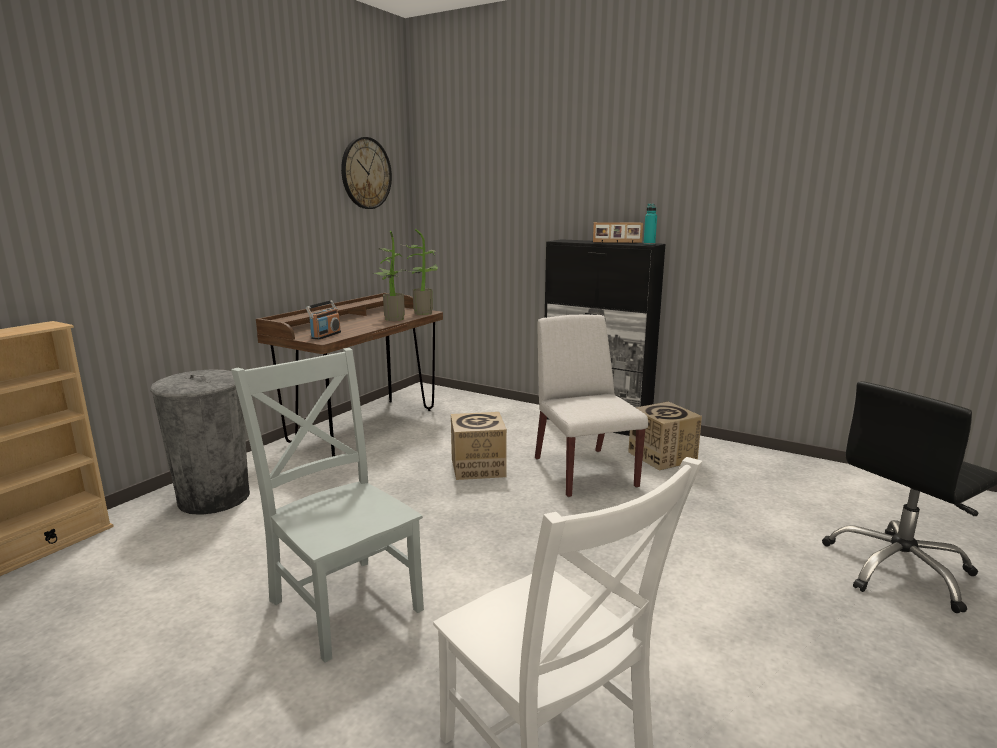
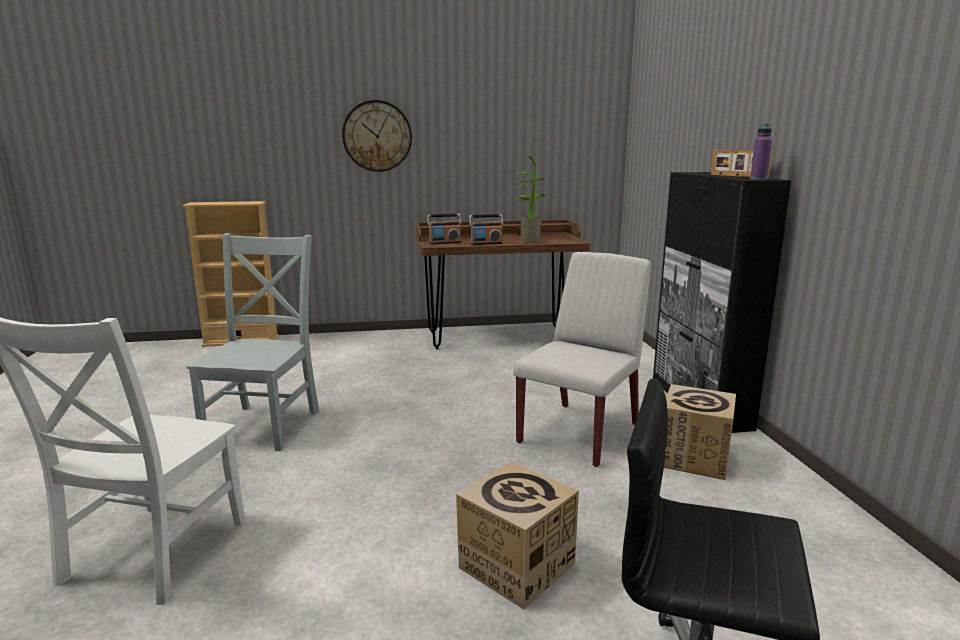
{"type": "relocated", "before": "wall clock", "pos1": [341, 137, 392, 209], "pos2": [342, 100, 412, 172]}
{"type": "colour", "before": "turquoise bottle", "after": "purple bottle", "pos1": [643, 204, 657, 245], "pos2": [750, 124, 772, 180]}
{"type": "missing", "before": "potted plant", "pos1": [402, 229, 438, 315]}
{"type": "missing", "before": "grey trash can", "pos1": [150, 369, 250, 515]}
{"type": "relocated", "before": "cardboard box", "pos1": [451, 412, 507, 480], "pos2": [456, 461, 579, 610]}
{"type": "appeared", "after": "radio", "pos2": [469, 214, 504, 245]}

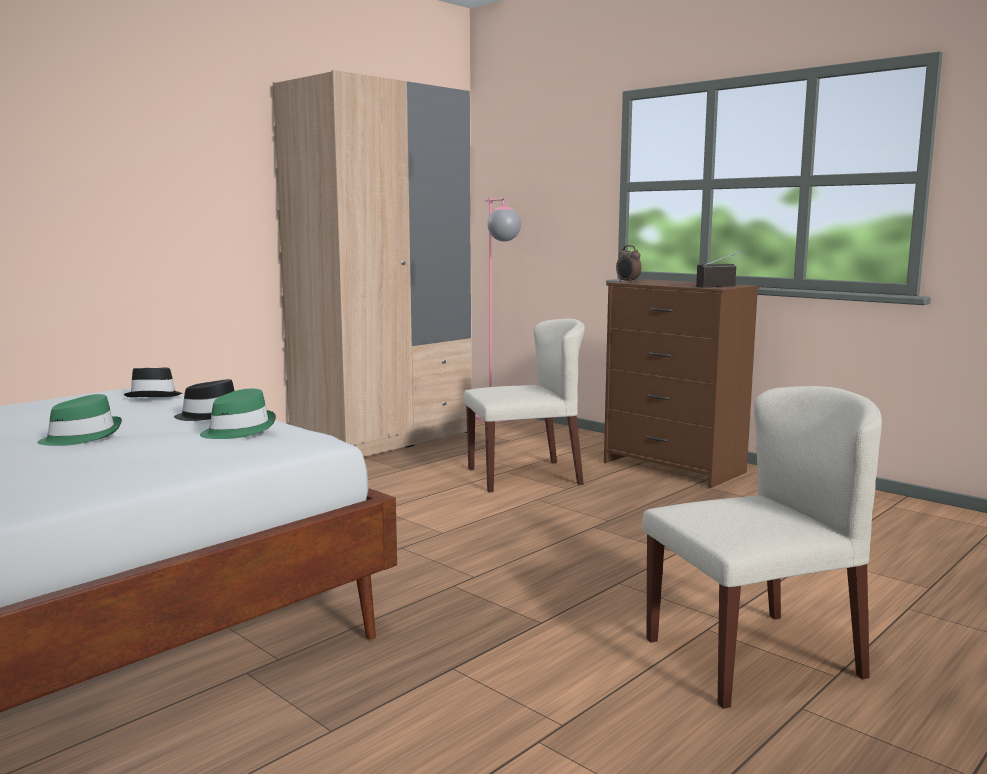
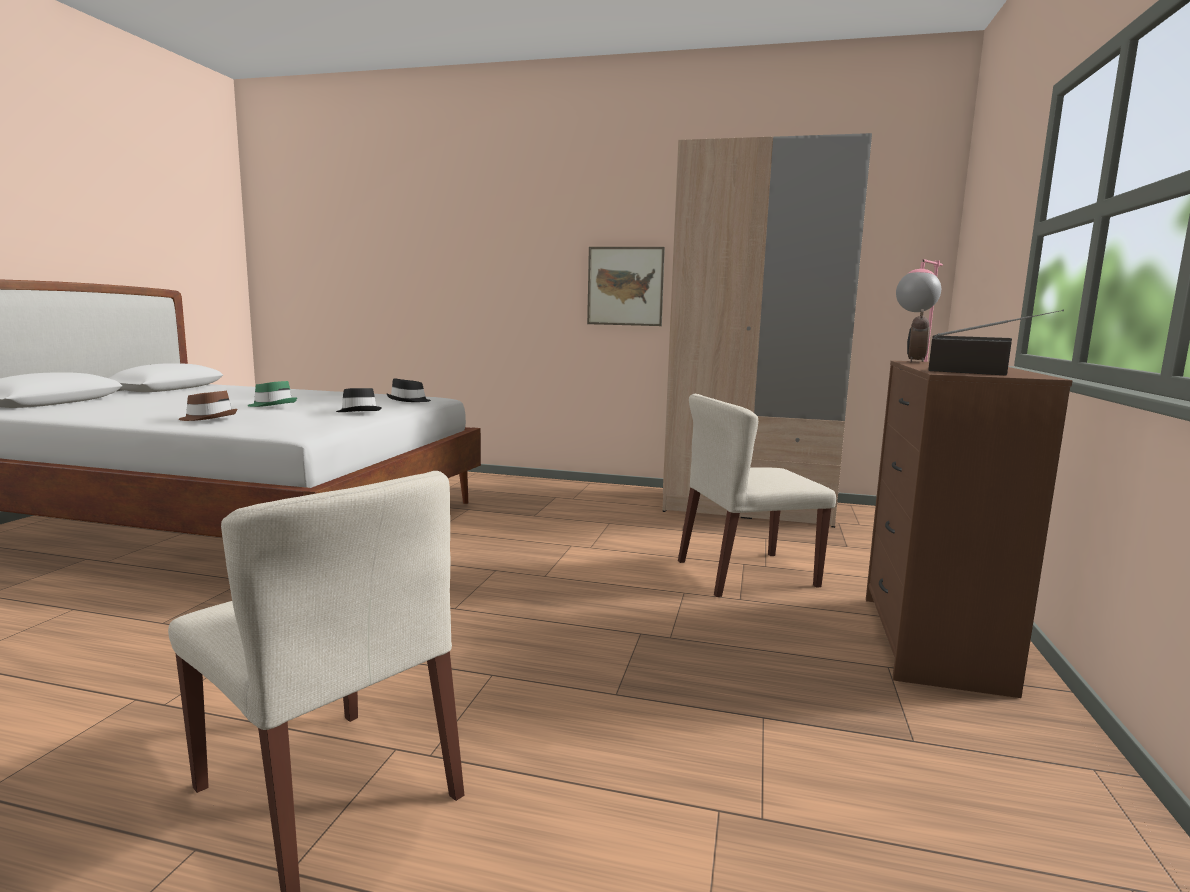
{"type": "spun", "before": "beige chair", "pos1": [463, 318, 585, 492], "pos2": [678, 394, 836, 597], "turn": 120}
{"type": "missing", "before": "green hat", "pos1": [200, 389, 276, 439]}
{"type": "appeared", "after": "picture", "pos2": [587, 247, 665, 326]}
{"type": "appeared", "after": "brown hat", "pos2": [179, 391, 237, 421]}

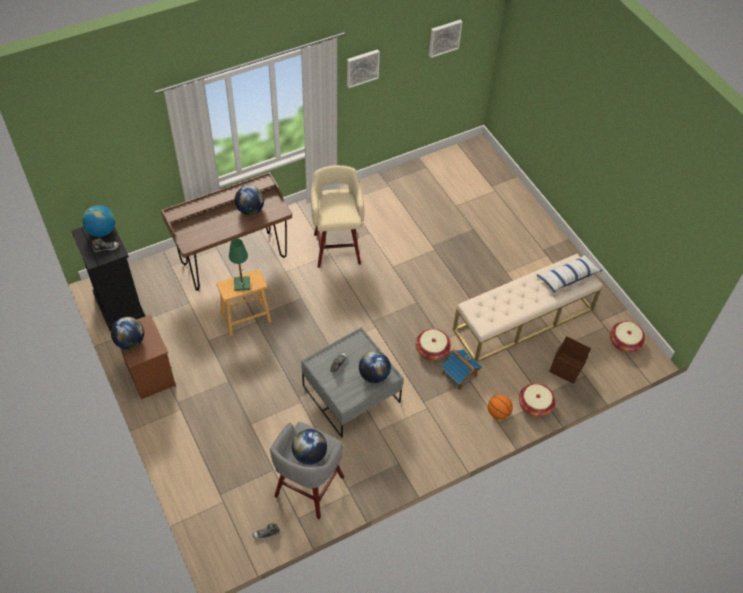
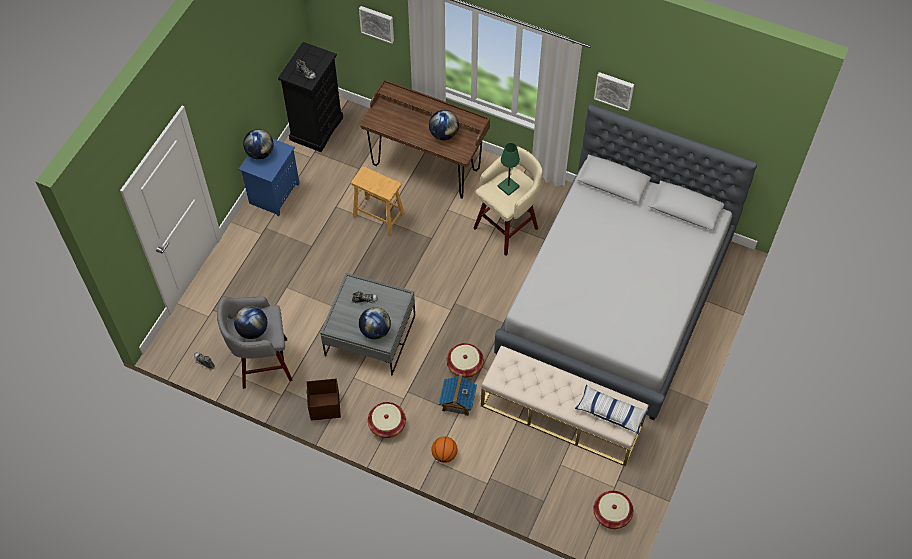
{"type": "relocated", "before": "picture", "pos1": [429, 20, 462, 58], "pos2": [359, 6, 394, 44]}
{"type": "missing", "before": "globe", "pos1": [83, 205, 115, 237]}
{"type": "relocated", "before": "green table lamp", "pos1": [229, 239, 250, 291], "pos2": [498, 143, 520, 196]}
{"type": "colour", "before": "brown nightstand", "after": "blue nightstand", "pos1": [120, 314, 176, 399], "pos2": [239, 138, 300, 216]}
{"type": "relocated", "before": "brown storage box", "pos1": [549, 336, 591, 384], "pos2": [306, 379, 341, 421]}
{"type": "relocated", "before": "basket", "pos1": [519, 383, 556, 417], "pos2": [368, 402, 406, 438]}
{"type": "appeared", "after": "grey bed", "pos2": [494, 104, 757, 420]}

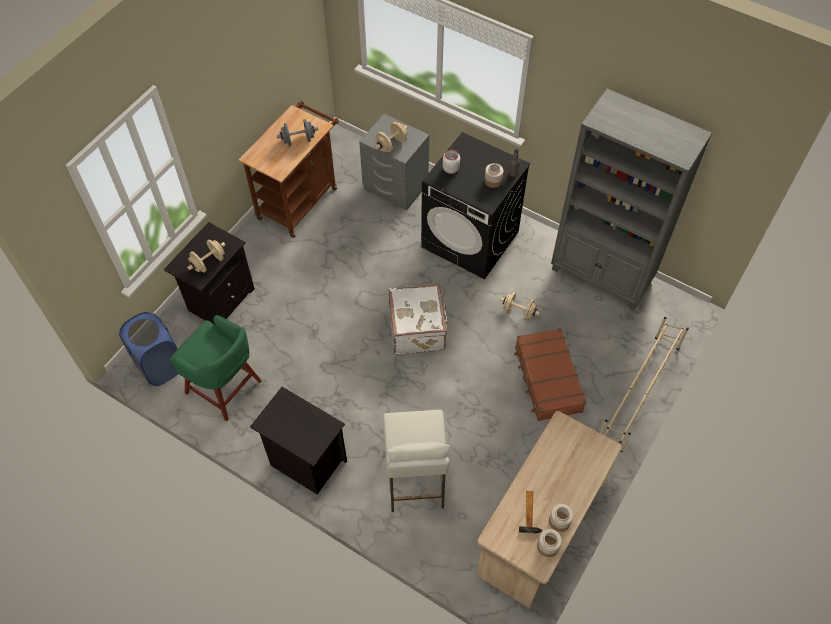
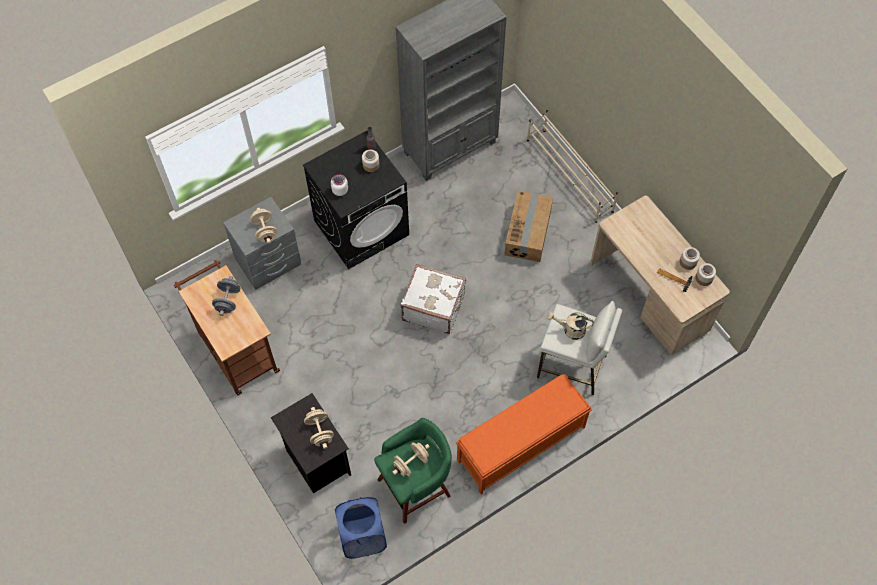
{"type": "relocated", "before": "beige dumbbell", "pos1": [500, 292, 540, 321], "pos2": [392, 442, 430, 476]}
{"type": "exchanged", "before": "brown suitcase", "after": "cardboard box", "pos1": [514, 328, 587, 421], "pos2": [504, 191, 553, 262]}
{"type": "exchanged", "before": "black nightstand", "after": "orange bench", "pos1": [250, 387, 347, 494], "pos2": [456, 374, 592, 494]}
{"type": "appeared", "after": "beige watering can", "pos2": [547, 312, 594, 340]}

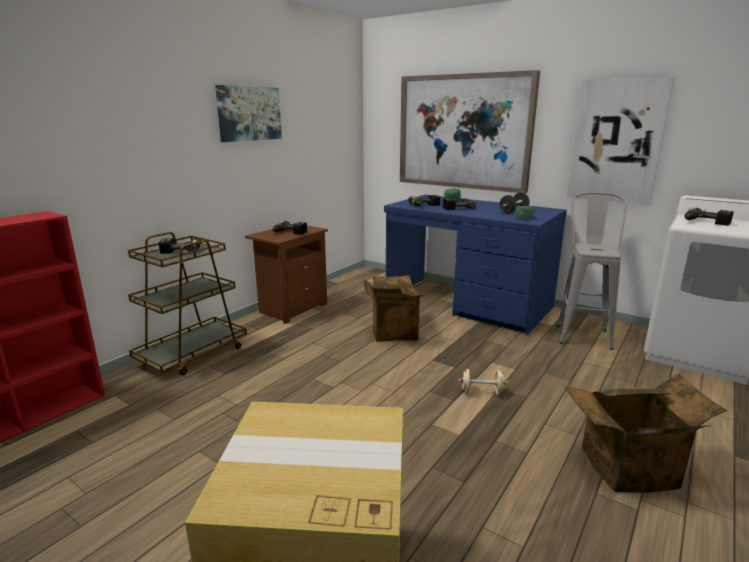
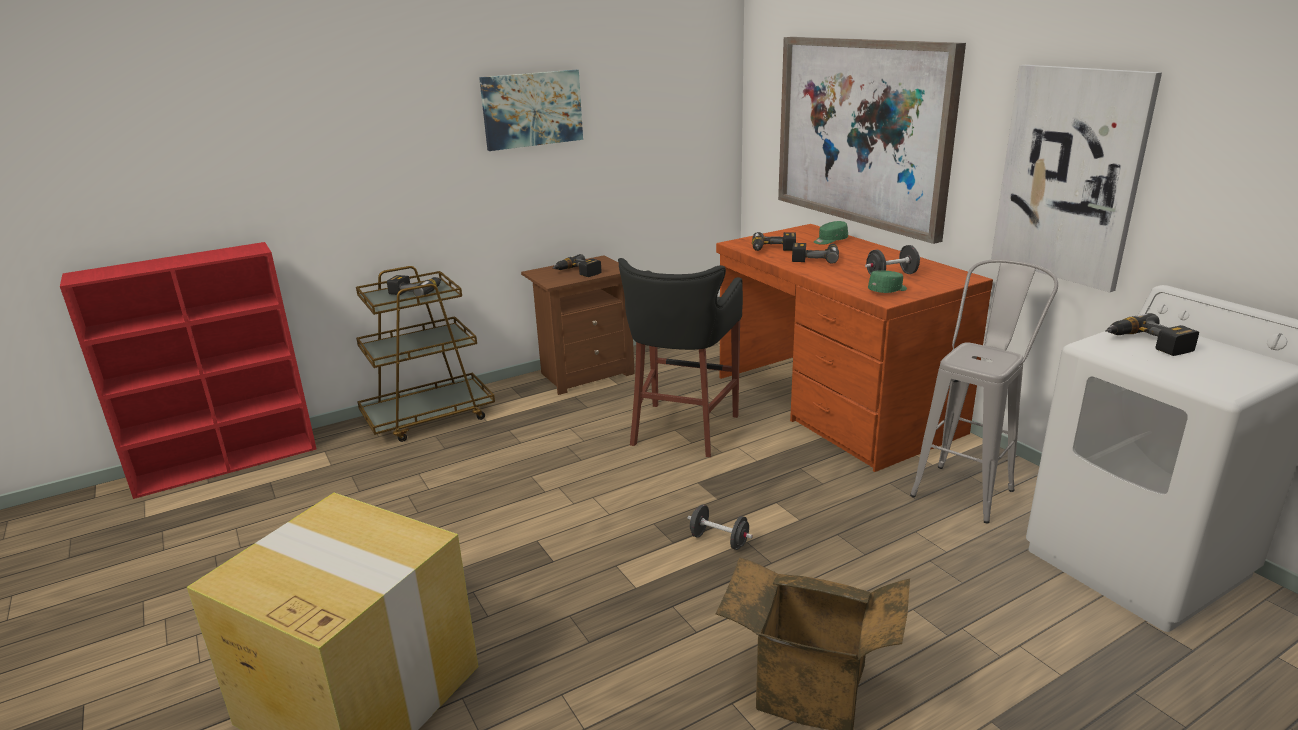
{"type": "colour", "before": "blue desk", "after": "brown desk", "pos1": [384, 195, 567, 335], "pos2": [716, 224, 993, 472]}
{"type": "exchanged", "before": "cardboard box", "after": "black stool", "pos1": [364, 275, 422, 342], "pos2": [618, 258, 743, 457]}
{"type": "colour", "before": "beige dumbbell", "after": "black dumbbell", "pos1": [457, 369, 508, 395], "pos2": [688, 504, 753, 550]}

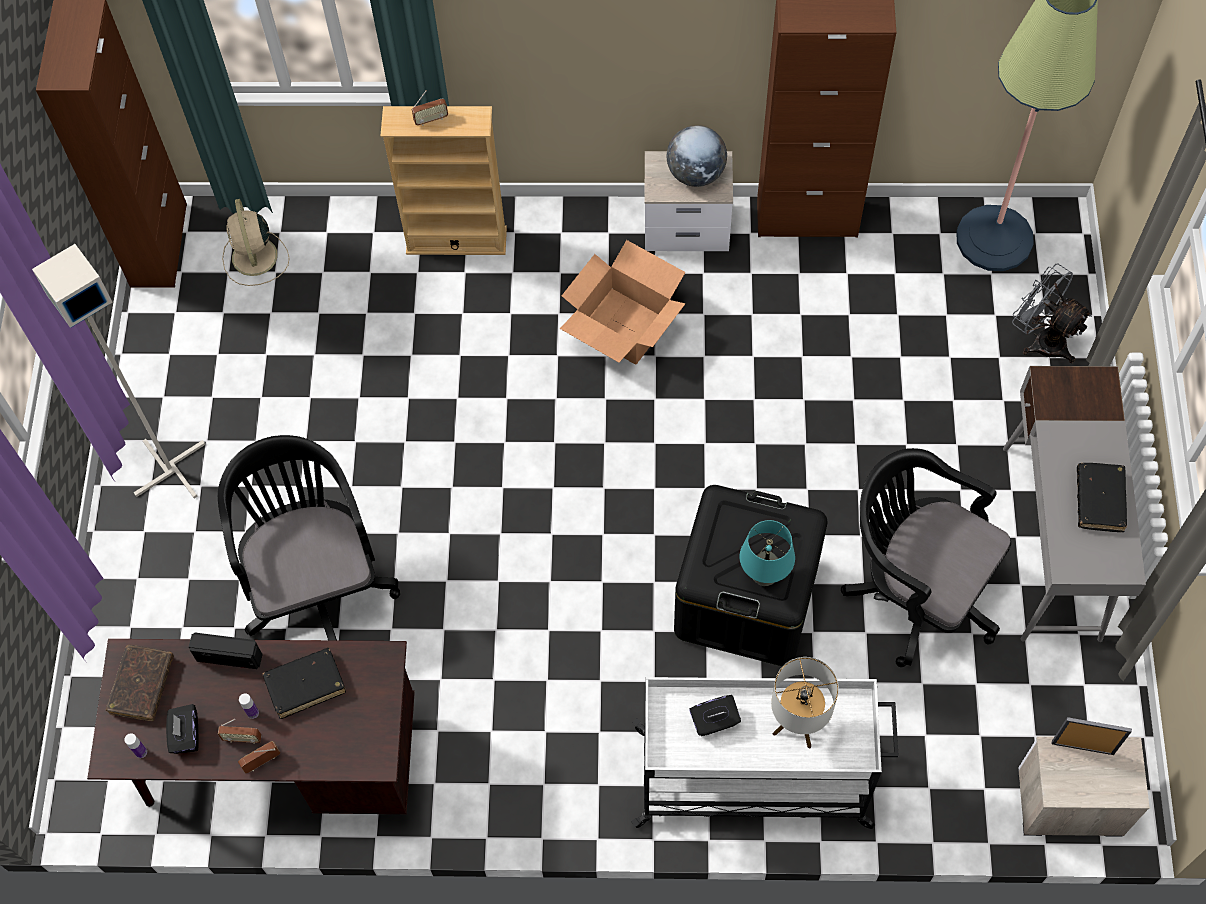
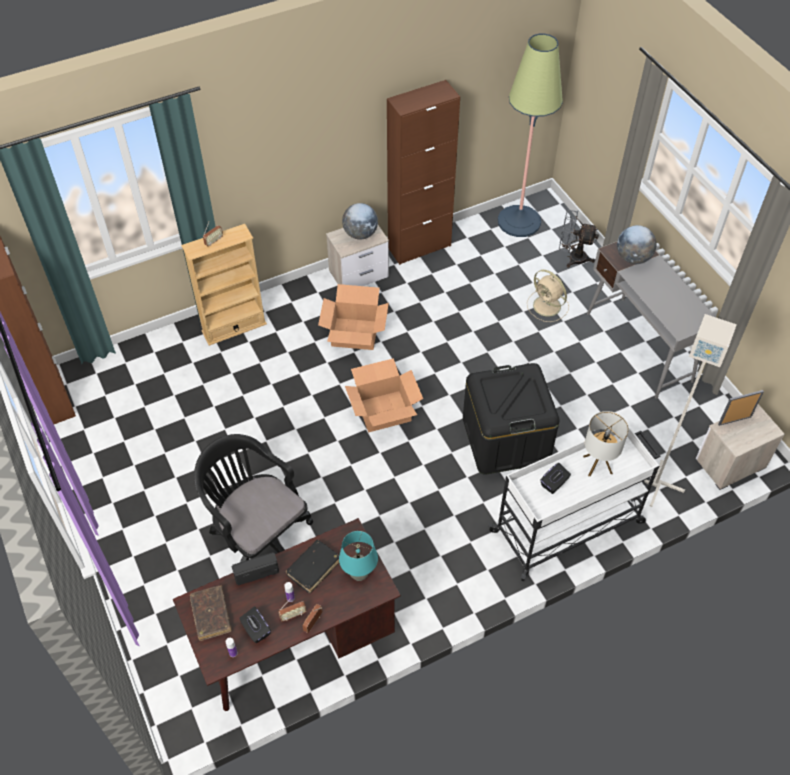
{"type": "relocated", "before": "beige fan", "pos1": [222, 199, 290, 286], "pos2": [527, 270, 569, 322]}
{"type": "relocated", "before": "grey floor lamp", "pos1": [32, 244, 206, 498], "pos2": [644, 314, 737, 507]}
{"type": "missing", "before": "black office chair", "pos1": [841, 448, 1011, 667]}
{"type": "missing", "before": "black book", "pos1": [1077, 463, 1127, 532]}
{"type": "relocated", "before": "turquoise table lamp", "pos1": [740, 520, 795, 586], "pos2": [339, 531, 378, 581]}
{"type": "appeared", "after": "globe", "pos2": [617, 225, 657, 264]}
{"type": "appeared", "after": "cardboard box", "pos2": [345, 358, 423, 432]}

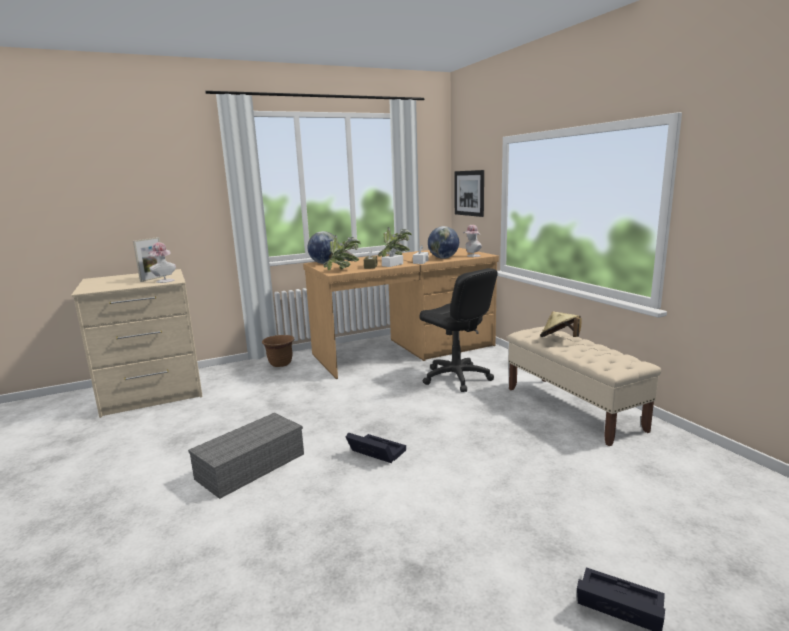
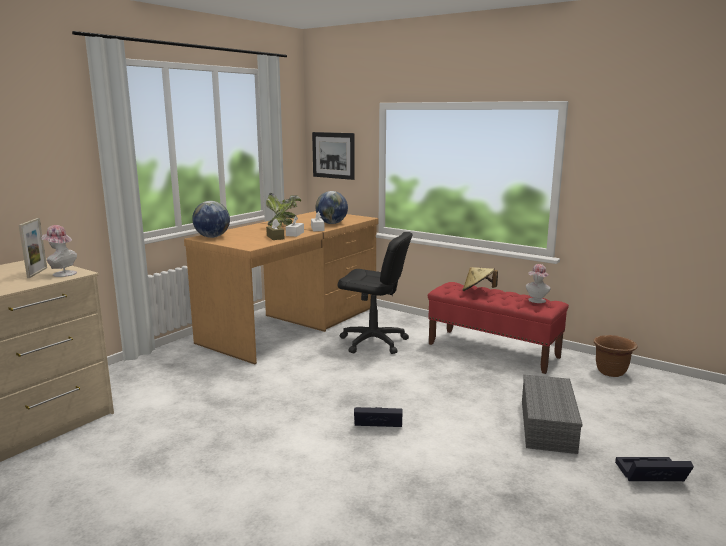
{"type": "relocated", "before": "hat", "pos1": [463, 225, 482, 257], "pos2": [526, 264, 551, 303]}
{"type": "missing", "before": "potted plant", "pos1": [323, 235, 360, 270]}
{"type": "colour", "before": "beige bench", "after": "red bench", "pos1": [507, 327, 661, 446], "pos2": [428, 282, 569, 374]}
{"type": "relocated", "before": "brown planter", "pos1": [262, 335, 294, 367], "pos2": [594, 335, 637, 377]}
{"type": "relocated", "before": "grey storage box", "pos1": [188, 413, 304, 499], "pos2": [522, 375, 582, 454]}

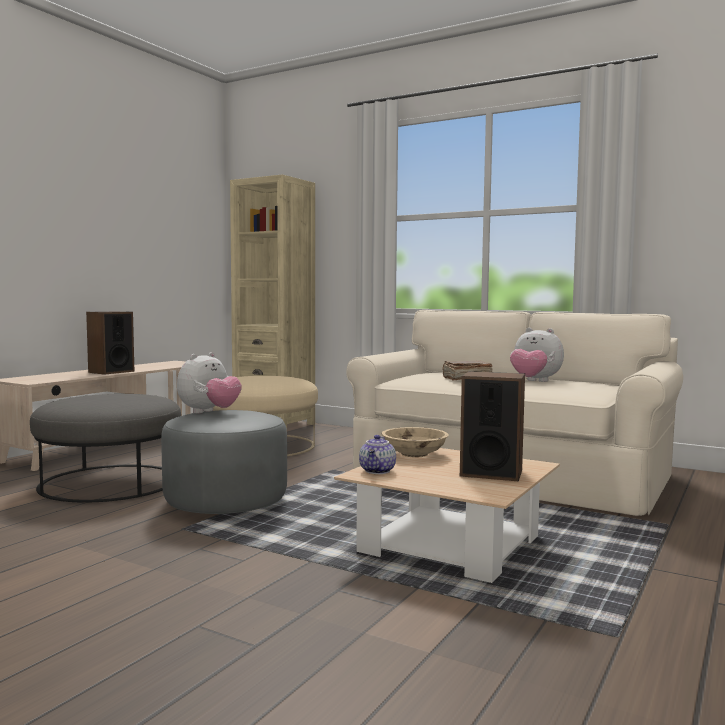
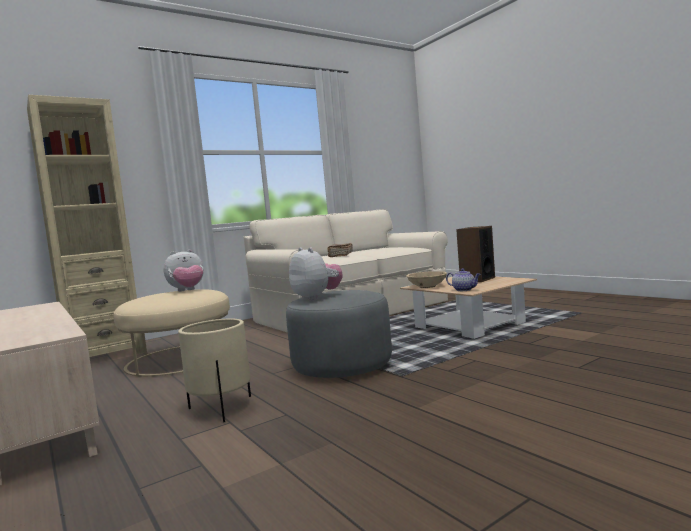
{"type": "missing", "before": "speaker", "pos1": [86, 311, 134, 375]}
{"type": "relocated", "before": "plush toy", "pos1": [510, 328, 564, 382], "pos2": [164, 249, 204, 292]}
{"type": "exchanged", "before": "grey ottoman", "after": "beige planter", "pos1": [30, 394, 181, 502], "pos2": [178, 319, 251, 422]}

